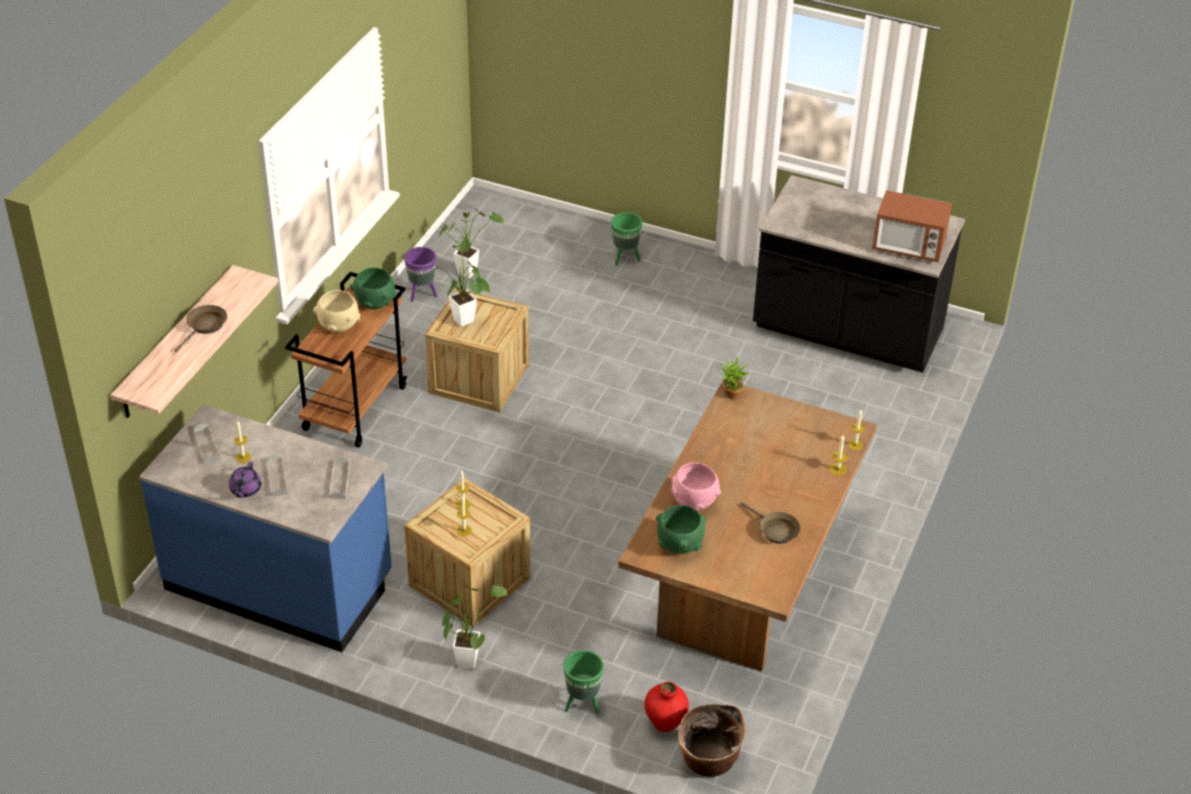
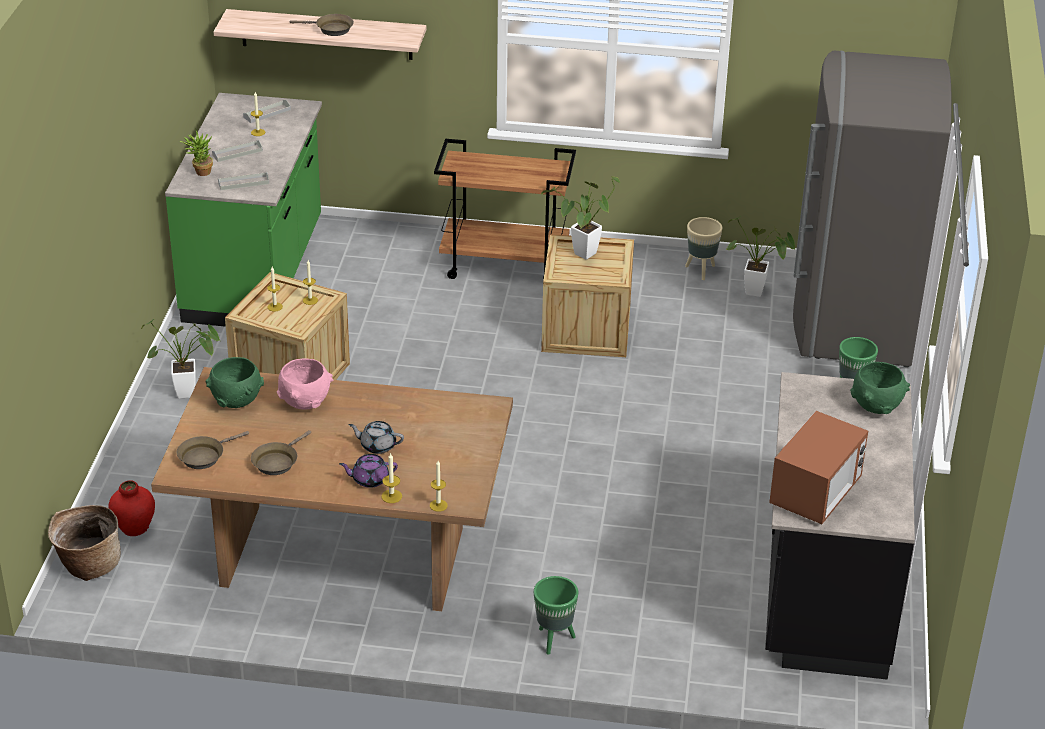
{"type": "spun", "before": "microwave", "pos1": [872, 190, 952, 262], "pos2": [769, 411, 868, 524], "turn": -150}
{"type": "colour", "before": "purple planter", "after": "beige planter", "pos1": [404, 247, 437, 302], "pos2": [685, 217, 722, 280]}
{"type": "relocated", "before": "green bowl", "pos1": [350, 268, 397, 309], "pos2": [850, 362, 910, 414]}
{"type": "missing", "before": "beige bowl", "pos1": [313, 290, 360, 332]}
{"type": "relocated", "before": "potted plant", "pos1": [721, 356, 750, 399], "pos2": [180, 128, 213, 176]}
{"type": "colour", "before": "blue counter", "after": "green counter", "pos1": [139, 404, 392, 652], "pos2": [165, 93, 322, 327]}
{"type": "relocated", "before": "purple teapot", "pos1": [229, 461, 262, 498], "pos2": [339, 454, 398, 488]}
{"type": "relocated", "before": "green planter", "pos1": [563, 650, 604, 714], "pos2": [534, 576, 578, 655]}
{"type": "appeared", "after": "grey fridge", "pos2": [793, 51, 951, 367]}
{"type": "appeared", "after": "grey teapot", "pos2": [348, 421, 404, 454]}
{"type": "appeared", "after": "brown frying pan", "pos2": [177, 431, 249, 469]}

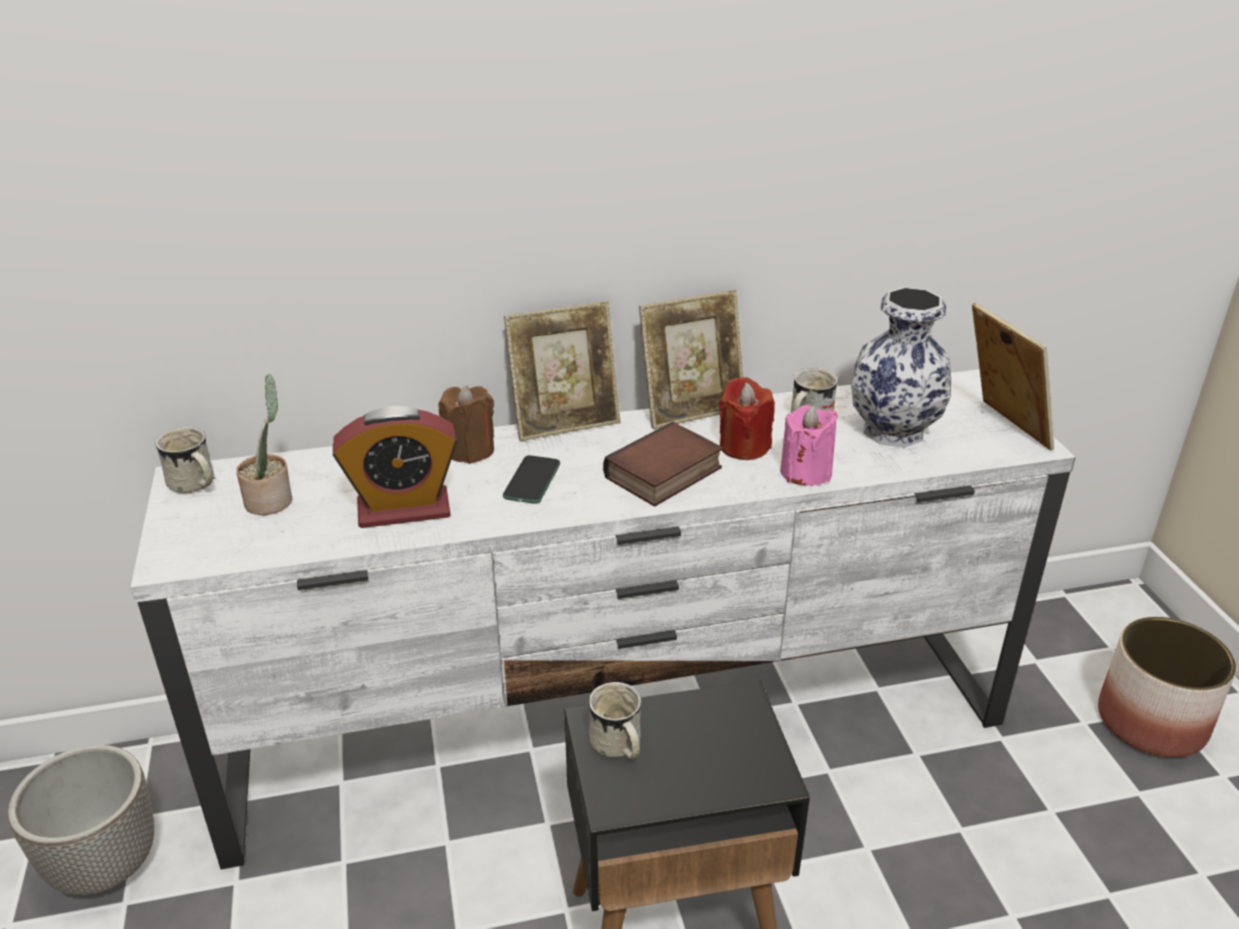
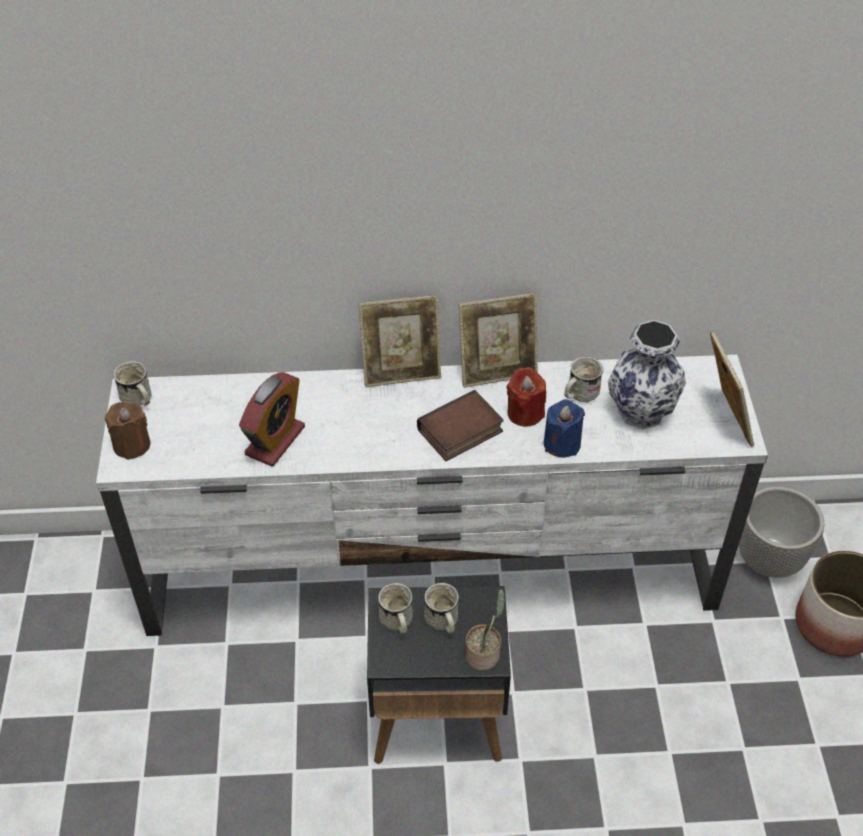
{"type": "relocated", "before": "potted plant", "pos1": [236, 374, 292, 515], "pos2": [465, 589, 505, 671]}
{"type": "relocated", "before": "brown candle", "pos1": [439, 385, 494, 464], "pos2": [105, 402, 150, 460]}
{"type": "colour", "before": "pink candle", "after": "blue candle", "pos1": [780, 405, 838, 486], "pos2": [544, 399, 585, 458]}
{"type": "spun", "before": "alarm clock", "pos1": [333, 406, 457, 528], "pos2": [239, 372, 305, 467], "turn": -60}
{"type": "missing", "before": "phone", "pos1": [503, 455, 560, 504]}
{"type": "relocated", "before": "planter", "pos1": [7, 745, 154, 895], "pos2": [739, 486, 824, 578]}
{"type": "appeared", "after": "white mug", "pos2": [424, 583, 459, 634]}

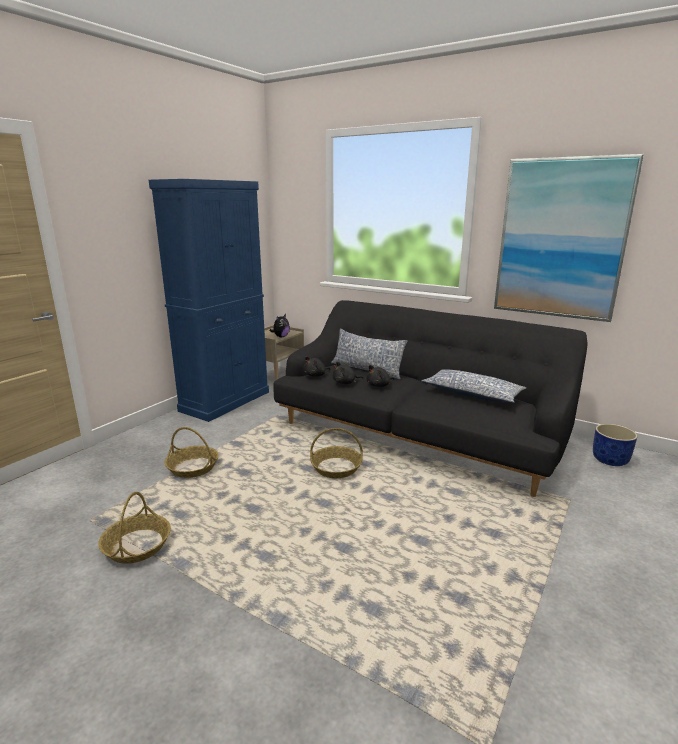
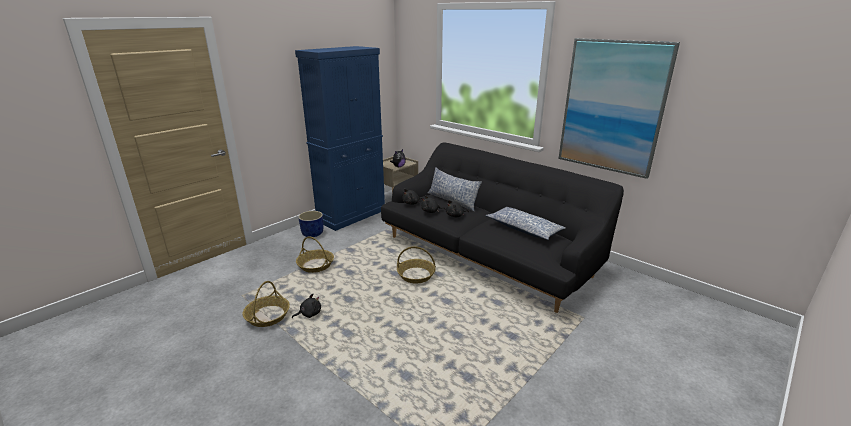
{"type": "relocated", "before": "blue planter", "pos1": [593, 424, 638, 466], "pos2": [298, 211, 323, 237]}
{"type": "appeared", "after": "black plush toy", "pos2": [292, 294, 321, 318]}

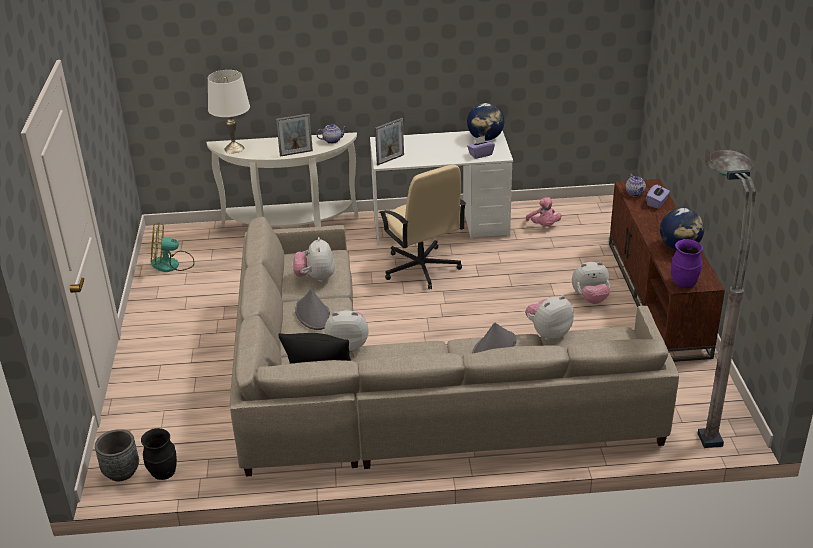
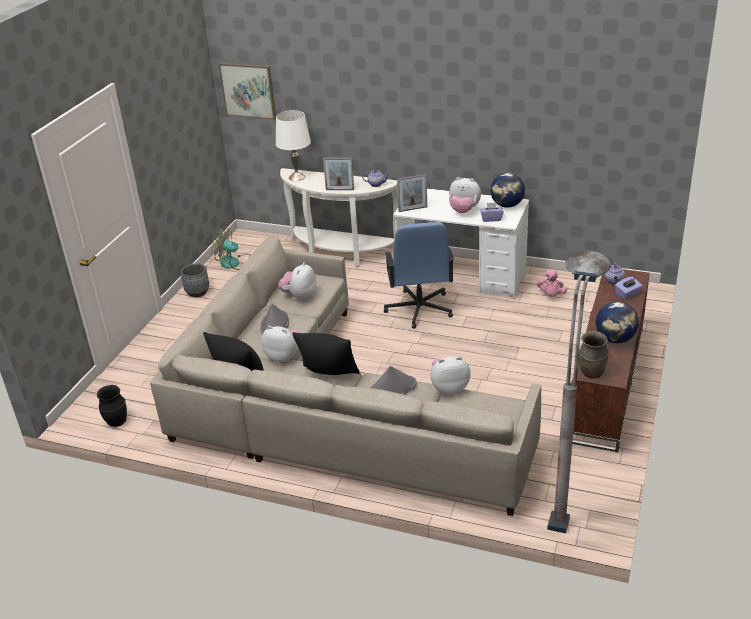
{"type": "colour", "before": "beige office chair", "after": "blue office chair", "pos1": [379, 164, 466, 289], "pos2": [384, 222, 454, 329]}
{"type": "colour", "before": "purple vase", "after": "brown vase", "pos1": [671, 239, 703, 288], "pos2": [578, 331, 609, 378]}
{"type": "relocated", "before": "plush toy", "pos1": [572, 262, 610, 304], "pos2": [449, 177, 481, 213]}
{"type": "relocated", "before": "grey planter", "pos1": [95, 429, 139, 481], "pos2": [181, 263, 209, 297]}
{"type": "appeared", "after": "picture", "pos2": [219, 63, 276, 120]}
{"type": "appeared", "after": "black pillow", "pos2": [293, 332, 360, 375]}

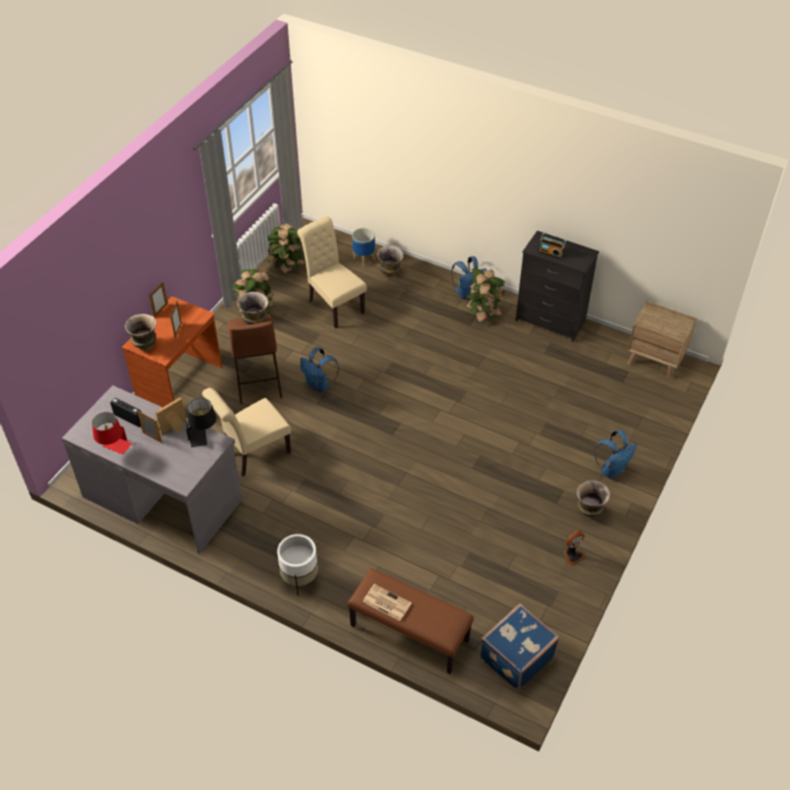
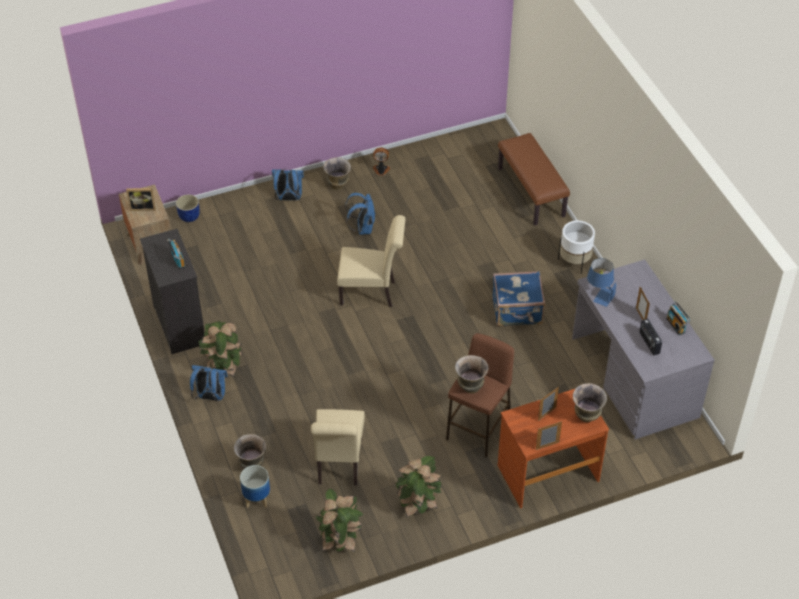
{"type": "relocated", "before": "blue backpack", "pos1": [300, 347, 339, 393], "pos2": [345, 193, 375, 235]}
{"type": "relocated", "before": "beige chair", "pos1": [202, 388, 291, 476], "pos2": [337, 215, 406, 307]}
{"type": "relocated", "before": "picture frame", "pos1": [155, 398, 187, 435], "pos2": [126, 188, 156, 211]}
{"type": "colour", "before": "black table lamp", "after": "blue table lamp", "pos1": [185, 398, 217, 447], "pos2": [587, 258, 617, 307]}
{"type": "exchanged", "before": "red table lamp", "after": "radio", "pos1": [92, 412, 132, 455], "pos2": [666, 301, 691, 335]}
{"type": "missing", "before": "newspaper", "pos1": [363, 584, 412, 621]}
{"type": "relocated", "before": "blue suitcase", "pos1": [480, 604, 559, 691], "pos2": [492, 271, 545, 326]}
{"type": "appeared", "after": "blue planter", "pos2": [176, 194, 200, 222]}

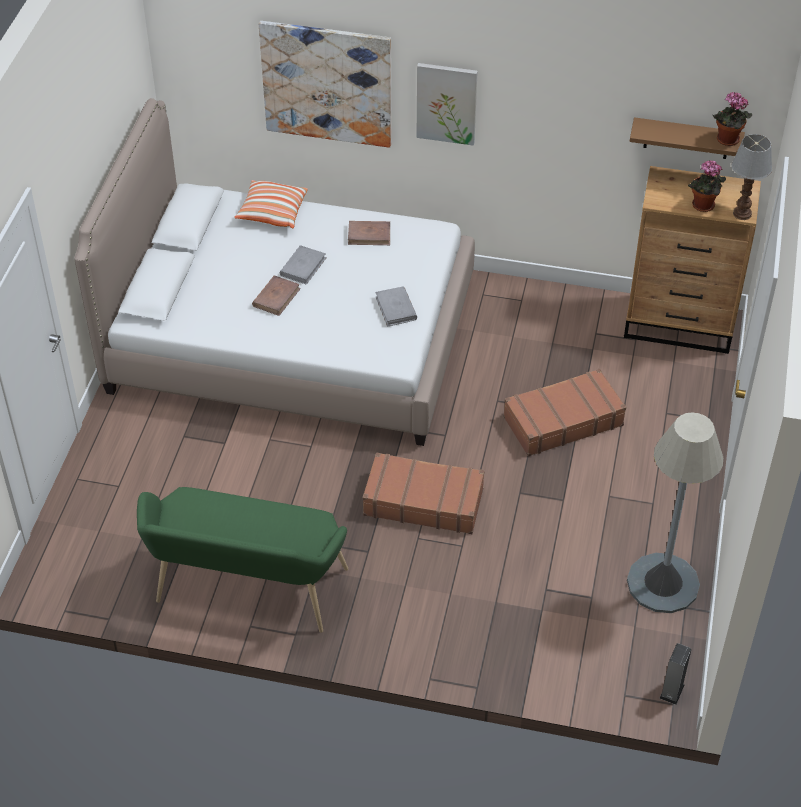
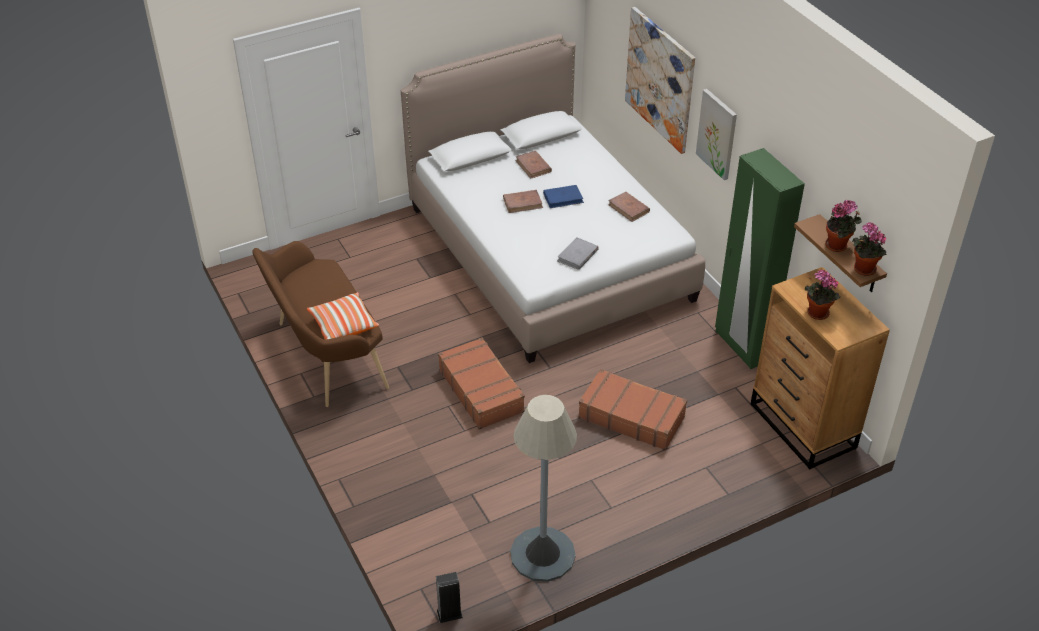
{"type": "missing", "before": "table lamp", "pos1": [732, 134, 772, 220]}
{"type": "relocated", "before": "pillow", "pos1": [235, 180, 308, 228], "pos2": [307, 292, 379, 340]}
{"type": "colour", "before": "grey book", "after": "blue book", "pos1": [280, 245, 327, 285], "pos2": [543, 185, 584, 208]}
{"type": "colour", "before": "green bench", "after": "brown bench", "pos1": [137, 487, 348, 633], "pos2": [252, 241, 389, 407]}
{"type": "appeared", "after": "green wardrobe", "pos2": [715, 148, 805, 369]}
{"type": "appeared", "after": "brown book", "pos2": [516, 151, 552, 179]}
{"type": "appeared", "after": "potted plant", "pos2": [825, 200, 862, 252]}

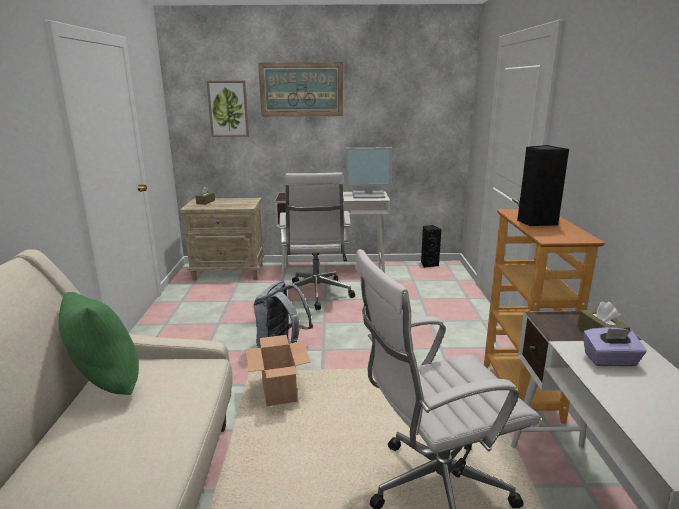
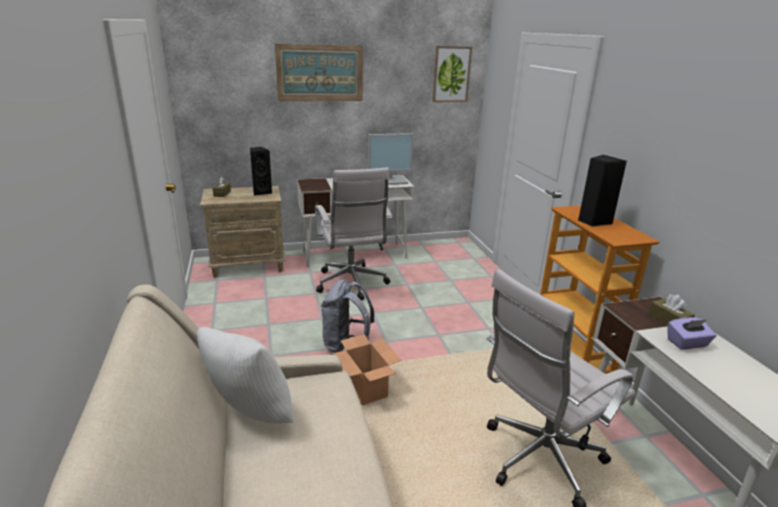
{"type": "relocated", "before": "picture", "pos1": [207, 81, 249, 137], "pos2": [432, 46, 472, 102]}
{"type": "relocated", "before": "black speaker", "pos1": [421, 225, 442, 267], "pos2": [250, 147, 272, 196]}
{"type": "colour", "before": "green pillow", "after": "white pillow", "pos1": [58, 292, 139, 395], "pos2": [197, 327, 294, 424]}

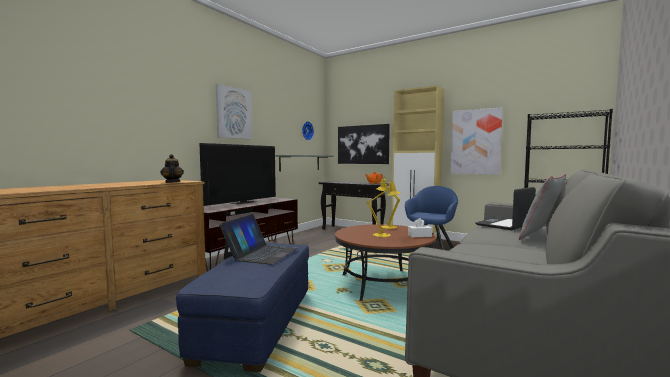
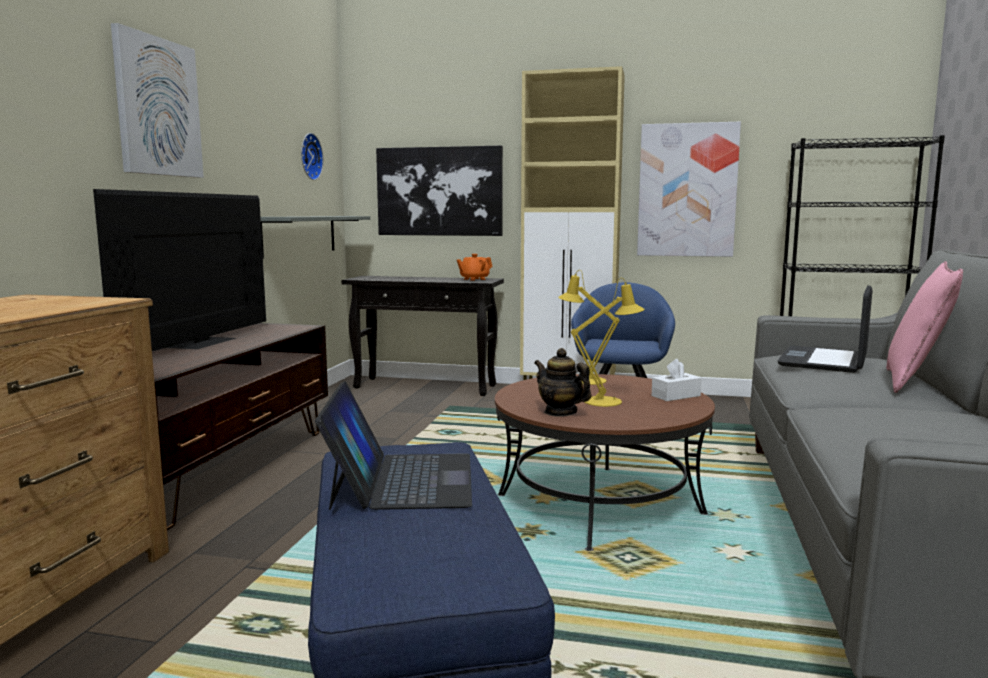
{"type": "relocated", "before": "teapot", "pos1": [160, 154, 184, 183], "pos2": [534, 348, 591, 417]}
{"type": "colour", "before": "grey pillow", "after": "pink pillow", "pos1": [519, 174, 566, 240], "pos2": [886, 261, 963, 393]}

